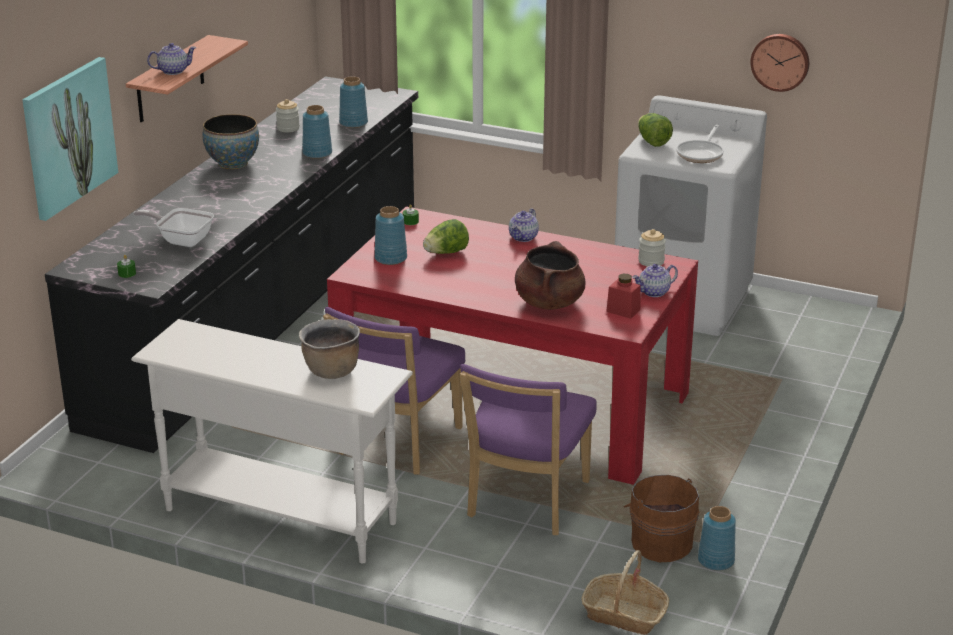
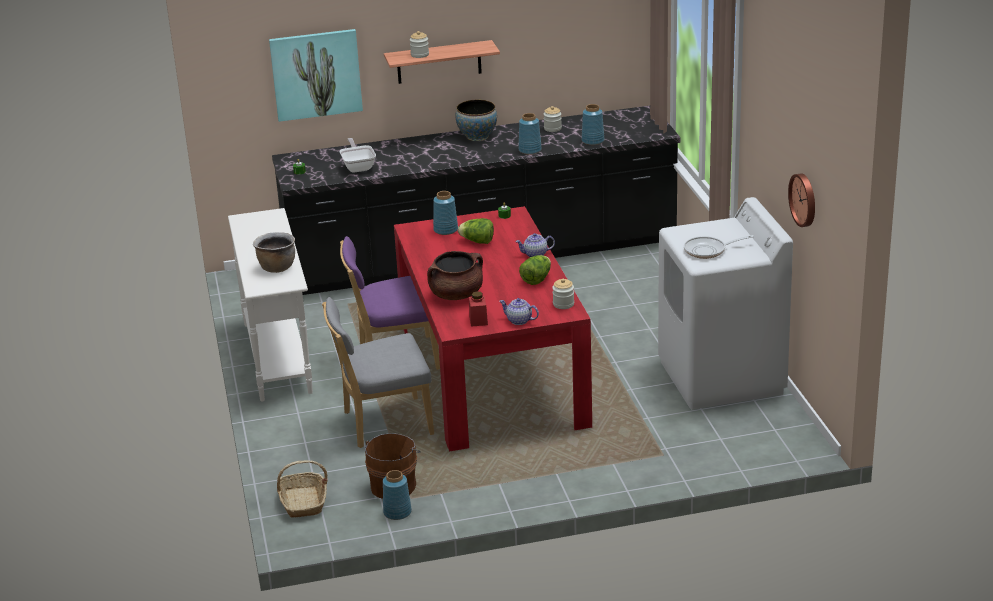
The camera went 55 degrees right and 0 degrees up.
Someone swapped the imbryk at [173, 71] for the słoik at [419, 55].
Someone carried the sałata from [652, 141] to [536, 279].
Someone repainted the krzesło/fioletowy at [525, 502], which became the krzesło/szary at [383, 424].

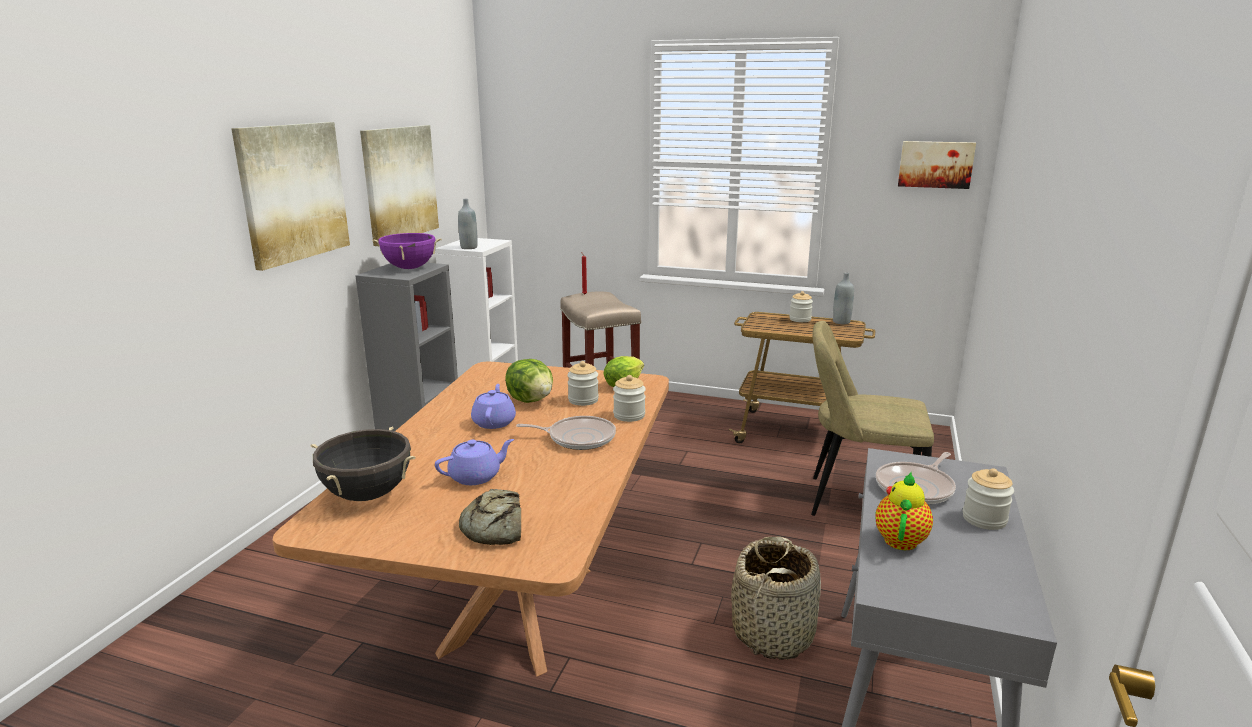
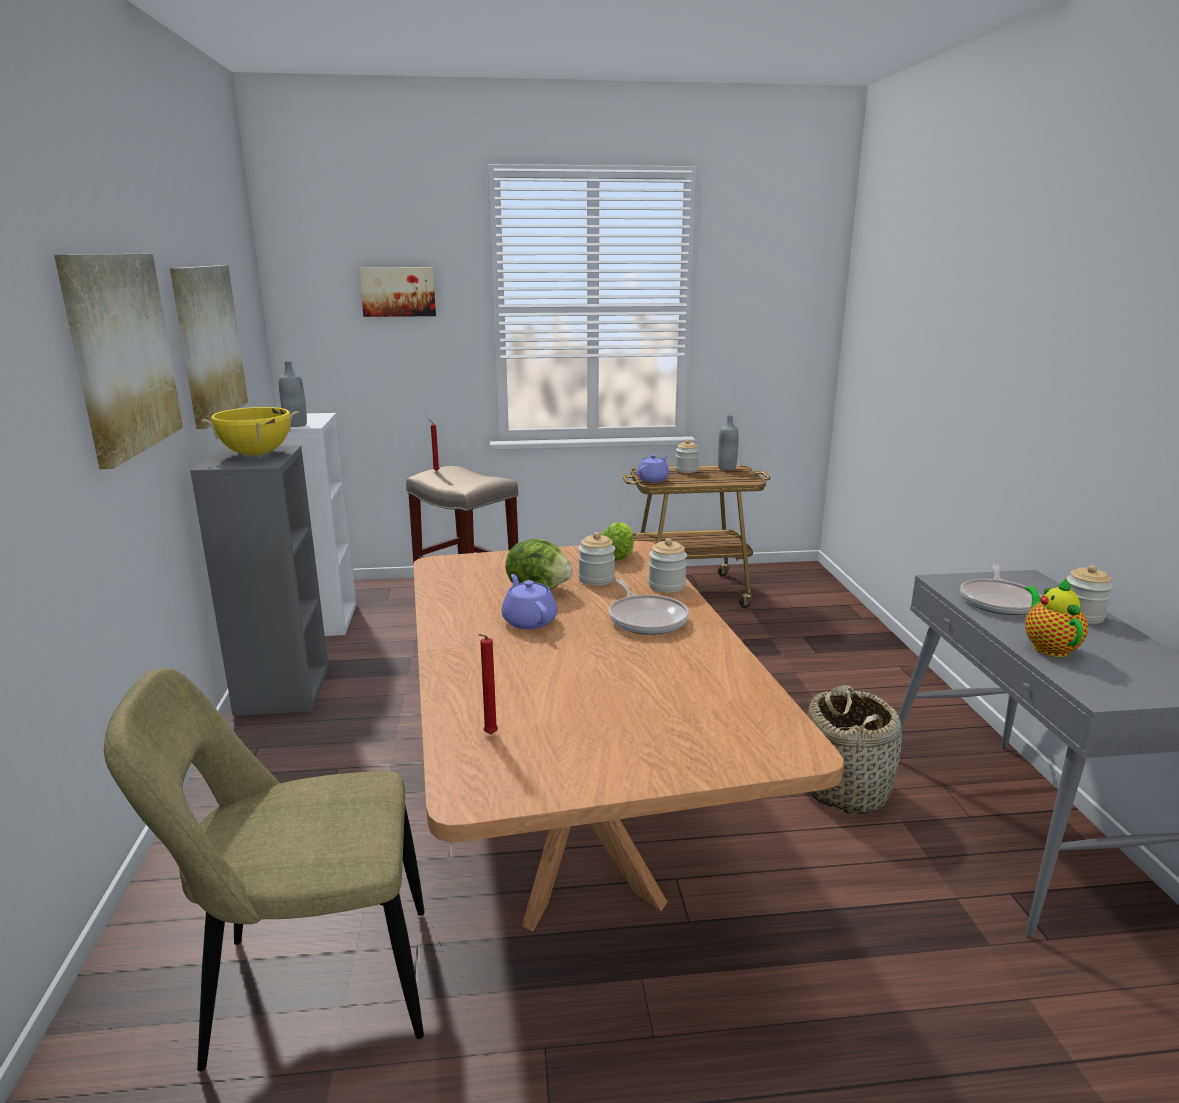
The camera went 25 degrees left and 0 degrees up.
Someone carried the obraz from [935, 164] to [398, 291].
Someone repainted the garnek/fioletowy at [410, 268], which became the garnek/żółty at [256, 454].
Someone carried the krzesło/beżowy from [858, 502] to [309, 987].
Someone rotated the patelnia at [578, 438] by 90 degrees clockwise.
Someone swapped the garnek/czarny at [367, 494] for the świeca/czerwony at [489, 735].
Someone carried the imbryk/fioletowy from [476, 476] to [653, 479].
Someone took away the chleb at [494, 527].

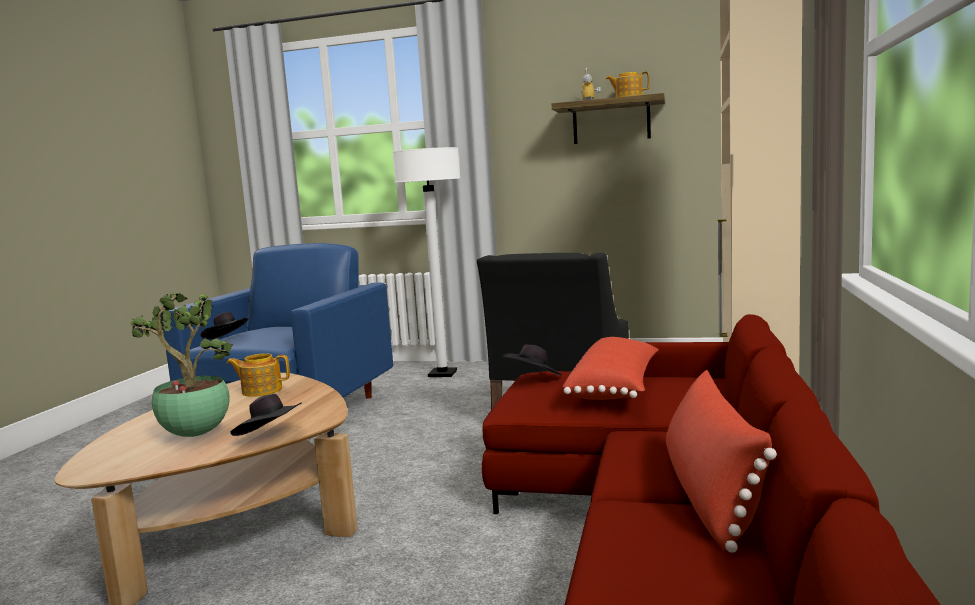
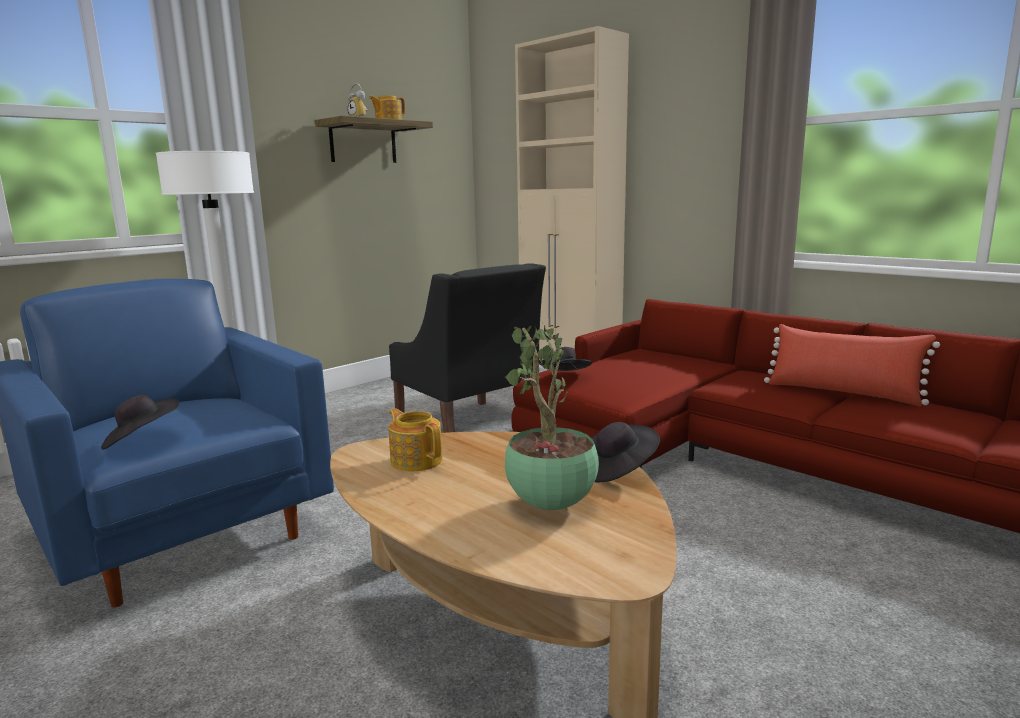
The camera went 60 degrees left and 5 degrees up.
Someone took away the poduszka/czerwony at [616, 388].
Someone rotated the imbryk at [261, 390] by 105 degrees clockwise.

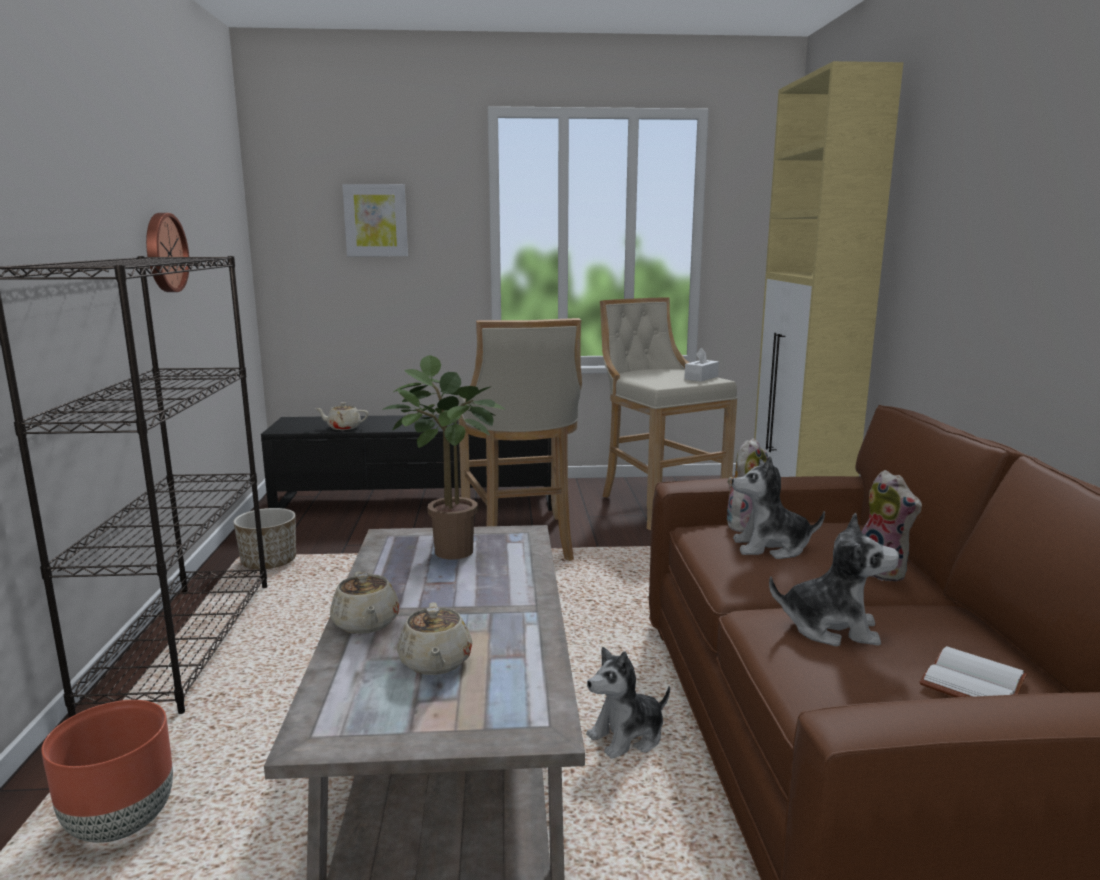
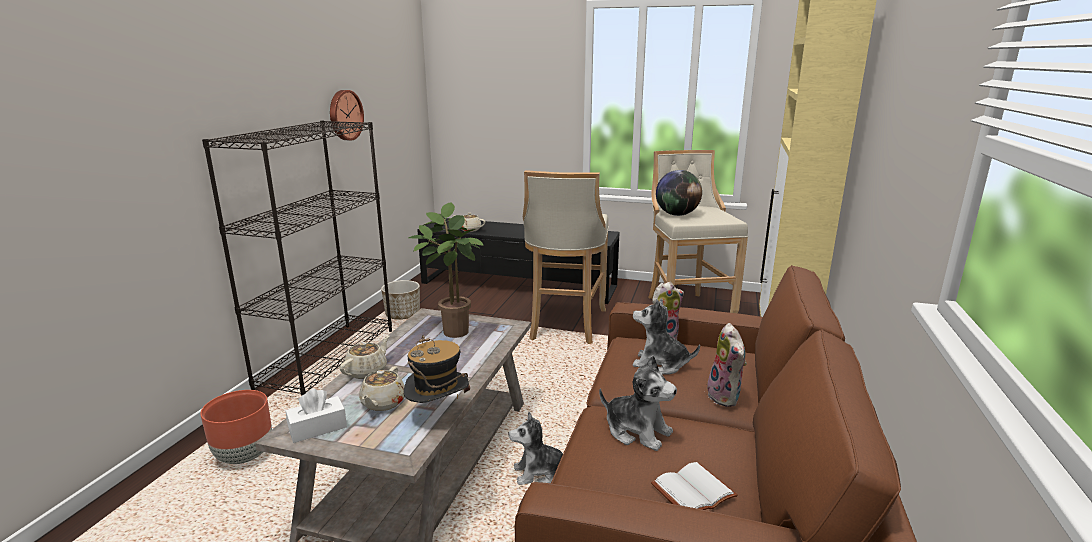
The camera went 20 degrees right and 5 degrees up.
Someone took away the obraz at [376, 220].
Someone carried the pudełko chusteczek/biały from [701, 378] to [318, 428].
Someone rotated the imbryk/beżowy at [366, 624] by 150 degrees counterclockwise.
Someone put down the globus at [677, 214].
Someone put down the kapelusz at [438, 414].

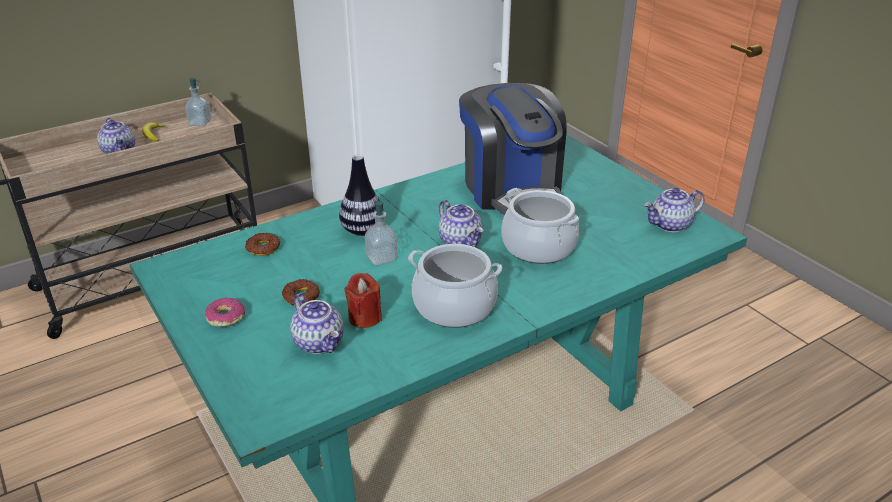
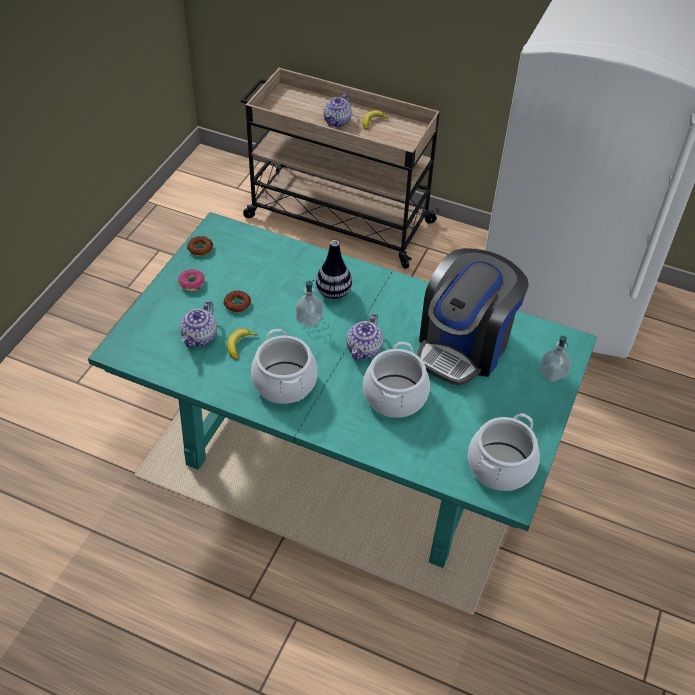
The camera went 55 degrees right and 15 degrees up.
Someone carried the dozownik mydła from [200, 123] to [552, 373].
Someone swapped the imbryk at [670, 225] for the garnek at [501, 466].
Someone carried the donut from [263, 248] to [200, 248].
Someone swapped the świeca/czerwony at [365, 318] for the banan at [239, 345].

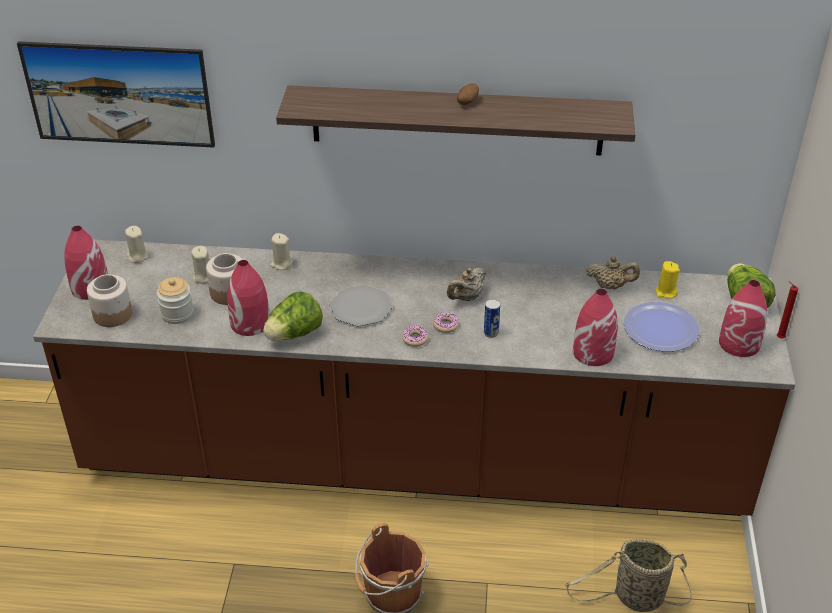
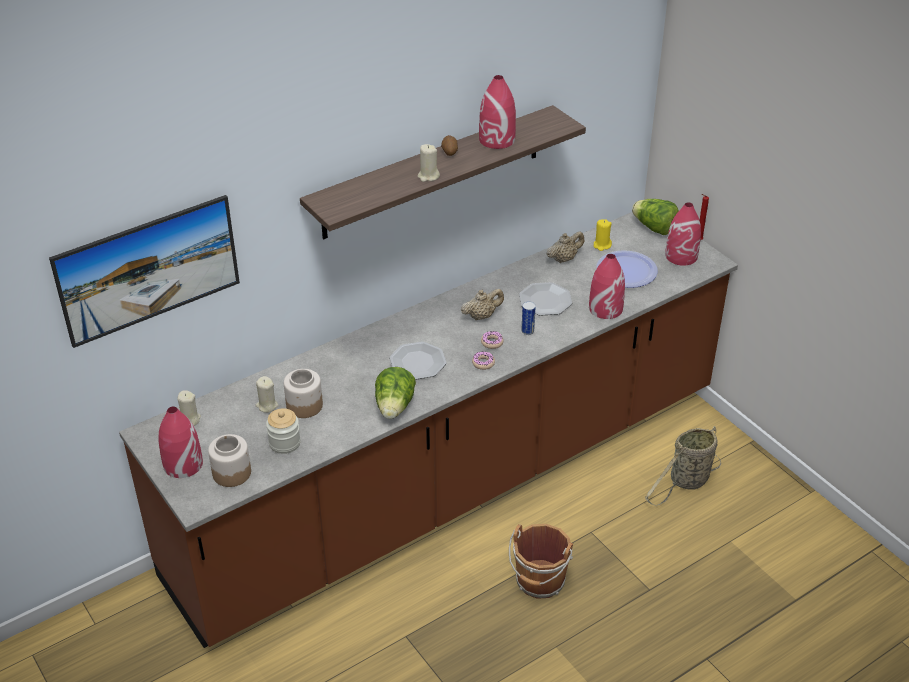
The camera went 40 degrees left and 0 degrees up.
Someone carried the świeca/beżowy from [281, 264] to [428, 176].
Someone carried the wazon/czerwony from [250, 323] to [497, 140].
Someone rotated the imbryk/beżowy at [466, 297] by 120 degrees counterclockwise.
Someone put down the talerz at [545, 300].

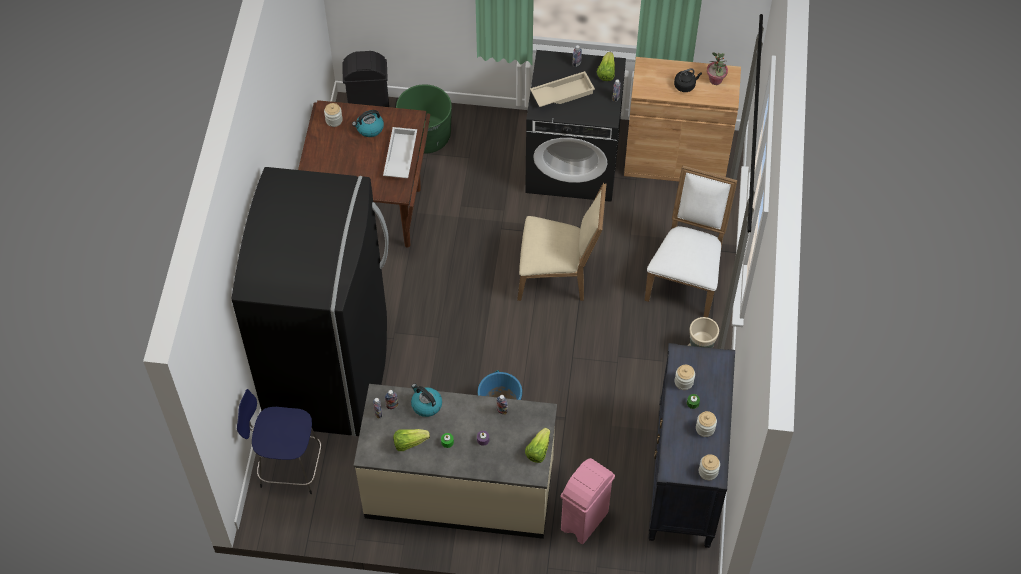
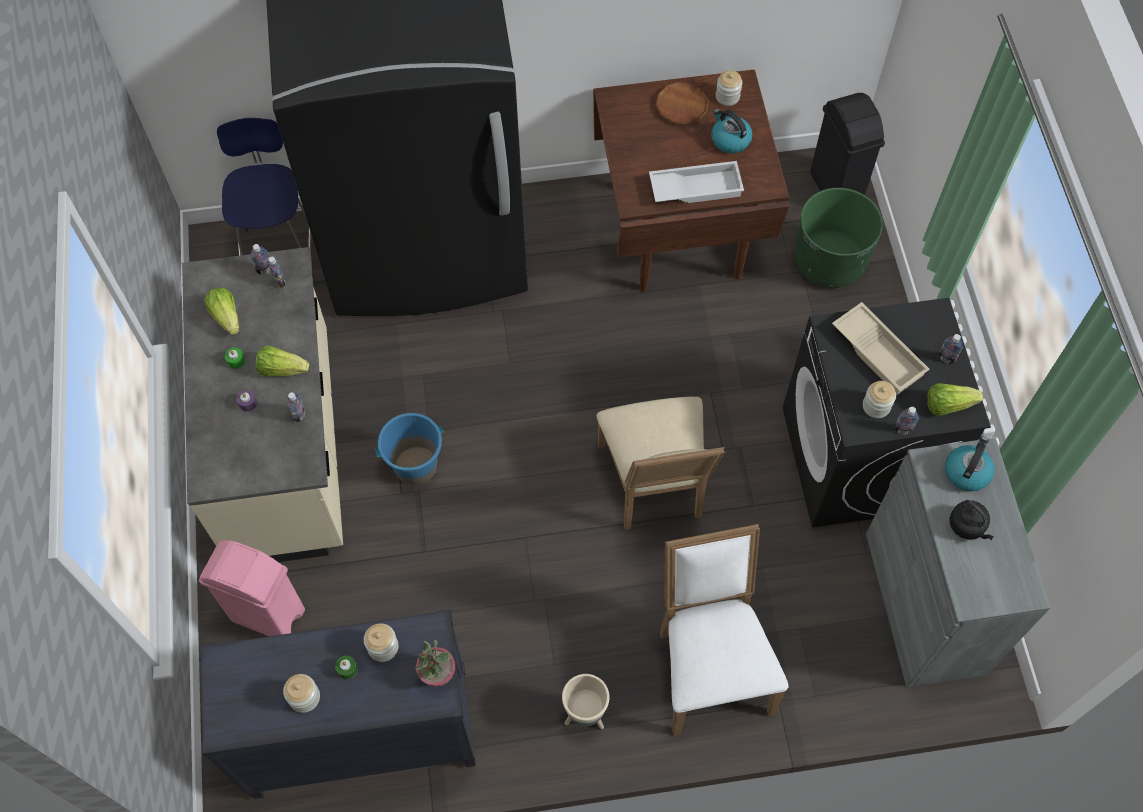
The camera went 75 degrees right and 5 degrees up.
Someone carried the roślina doniczkowa from [715, 80] to [437, 675].
Someone repainted the szafka/brązowy at [675, 161], which became the szafka/szary at [924, 602].
Someone rotated the krzesło/biały at [686, 279] by 105 degrees counterclockwise.
Someone carried the czajnik from [426, 405] to [966, 471].
Someone carried the sałata from [538, 450] to [282, 369].
Someone carried the słoik from [708, 471] to [876, 406].
Someone put down the talerz/brązowy at [681, 106].

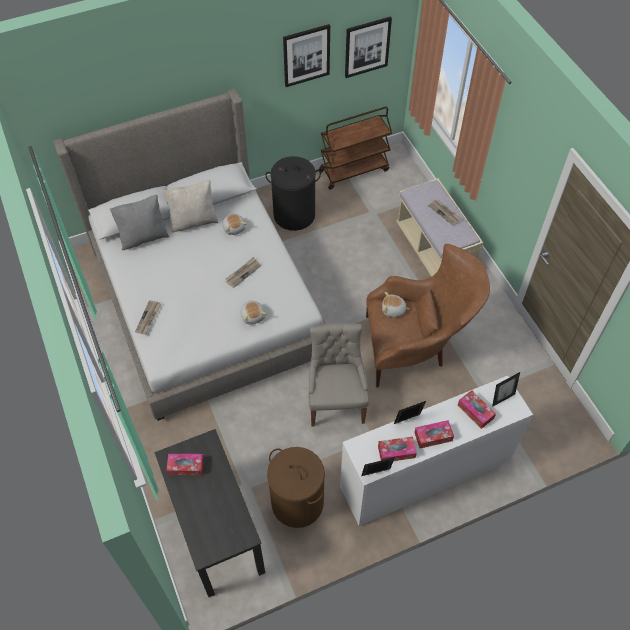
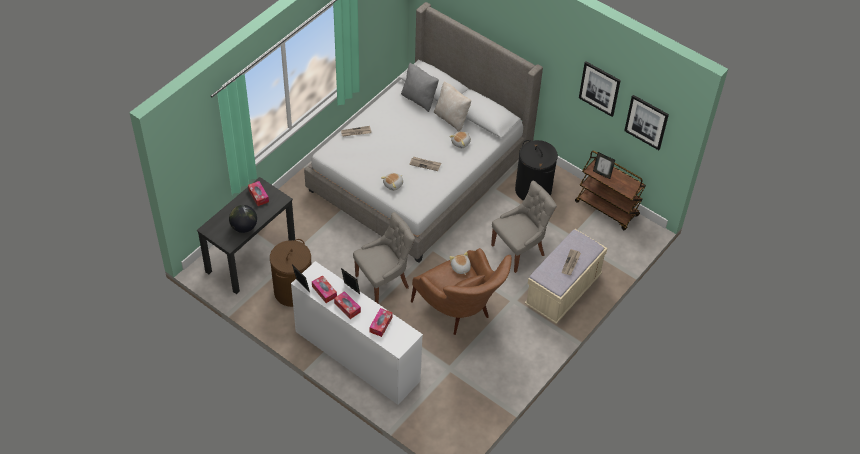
The camera went 60 degrees right and 5 degrees down.
Someone carried the ramka na zdjęcie from [502, 398] to [602, 174].
Someone put down the krzesło/szary at [519, 250].
Someone put down the globus at [244, 227].

